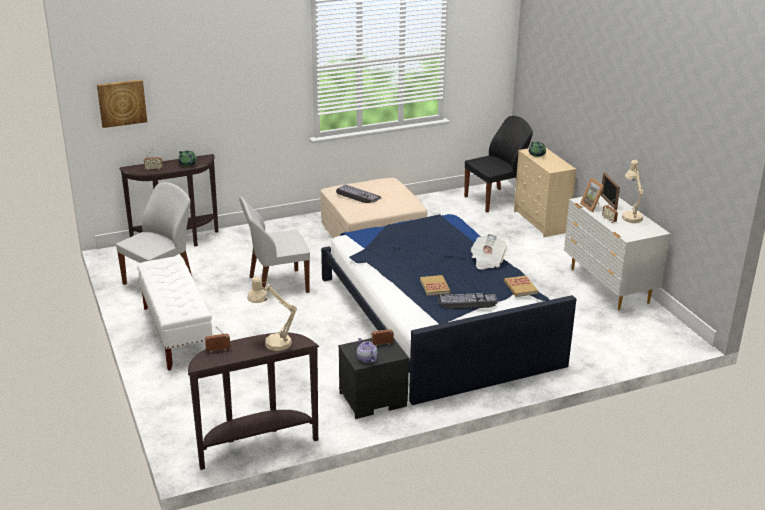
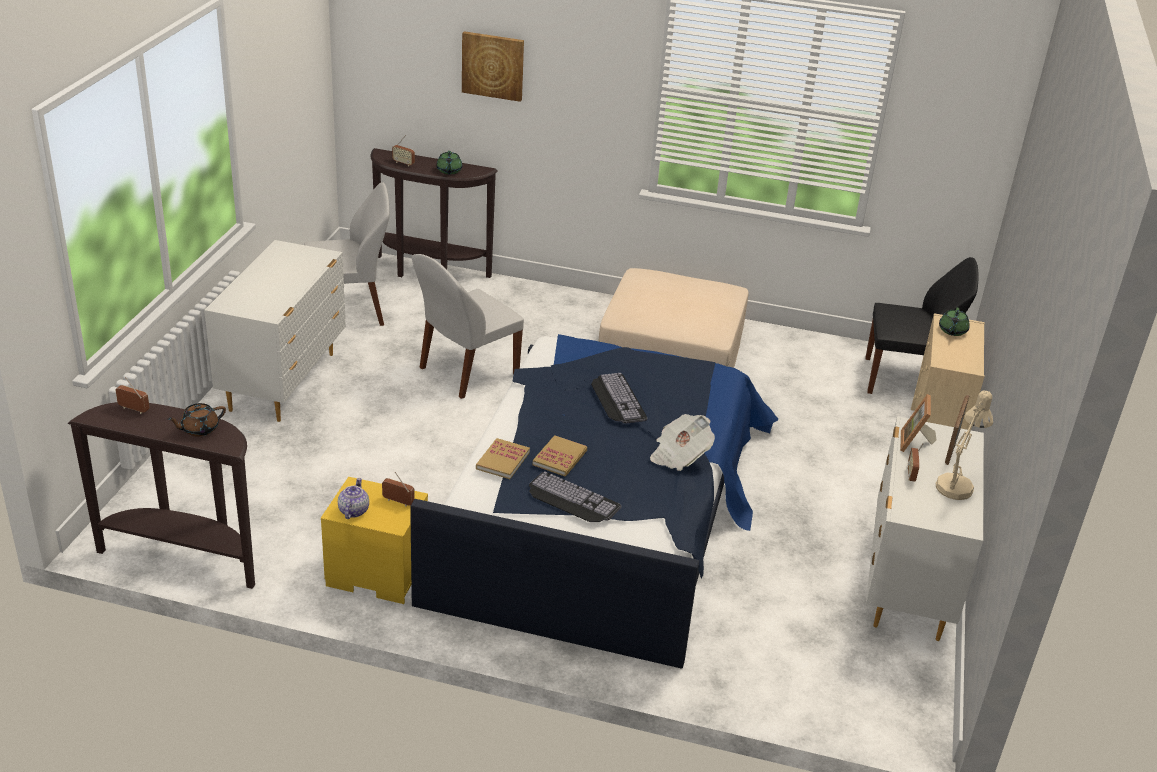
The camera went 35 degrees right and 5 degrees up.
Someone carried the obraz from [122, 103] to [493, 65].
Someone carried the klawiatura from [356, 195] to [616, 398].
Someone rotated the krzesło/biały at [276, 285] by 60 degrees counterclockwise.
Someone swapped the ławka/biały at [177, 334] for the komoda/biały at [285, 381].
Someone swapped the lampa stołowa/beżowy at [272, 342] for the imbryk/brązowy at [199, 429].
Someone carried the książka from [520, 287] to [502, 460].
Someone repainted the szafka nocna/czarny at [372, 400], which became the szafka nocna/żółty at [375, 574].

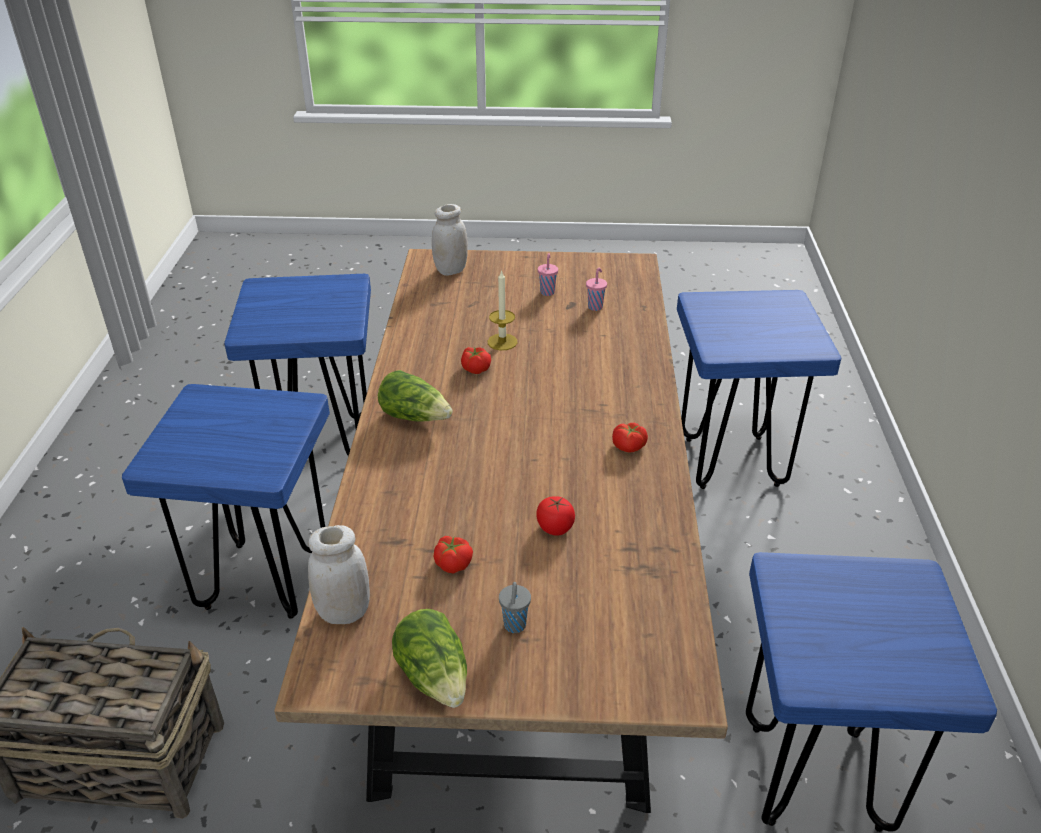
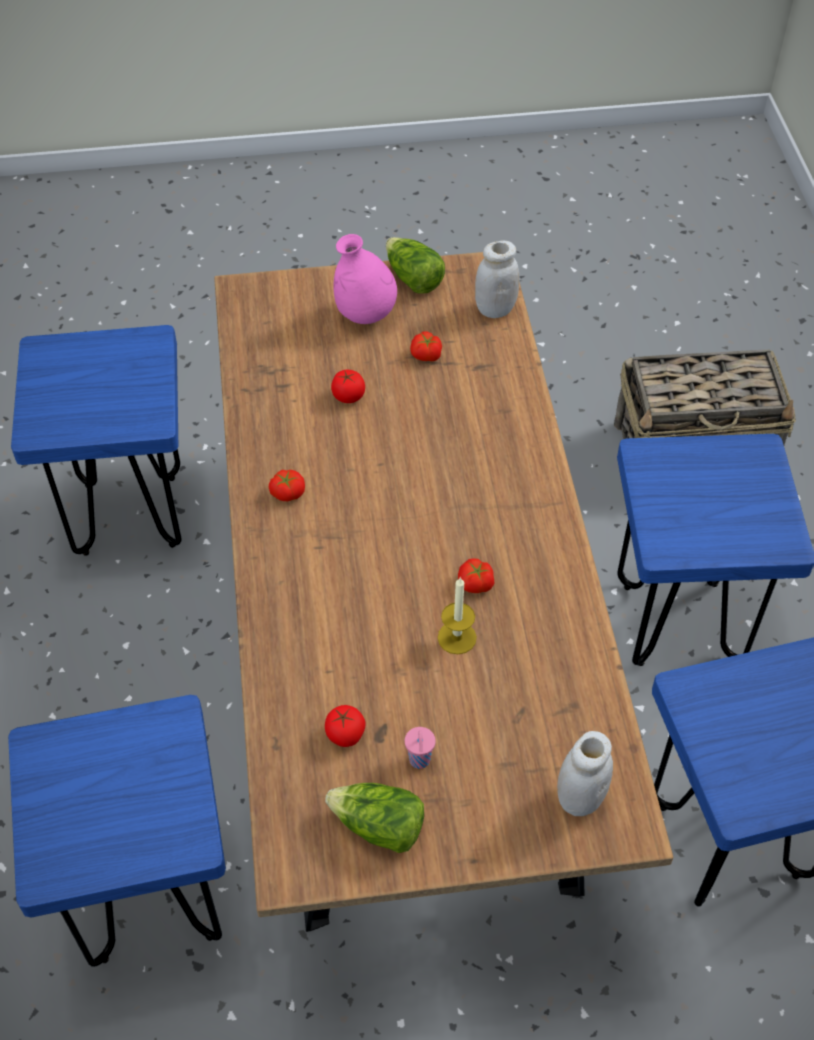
The camera went 170 degrees right and 15 degrees up.
Someone swapped the filiżanka/różowy at [595, 307] for the pomidor at [345, 734].
Someone carried the sałata from [415, 416] to [379, 827].
Someone swapped the filiżanka/szary at [514, 626] for the wazon/różowy at [365, 315].

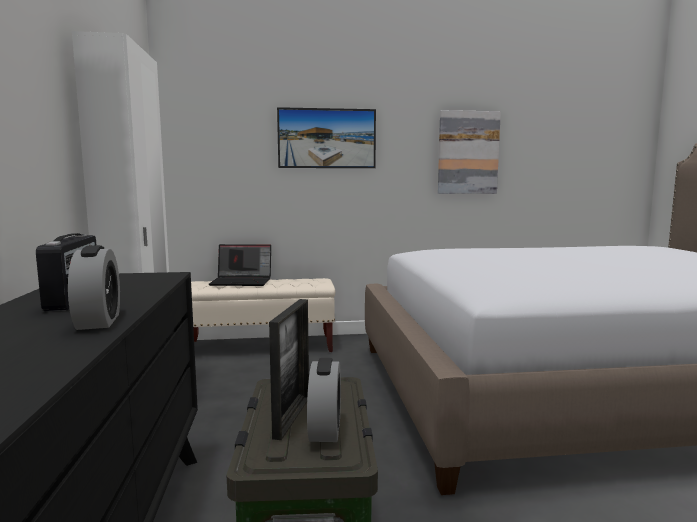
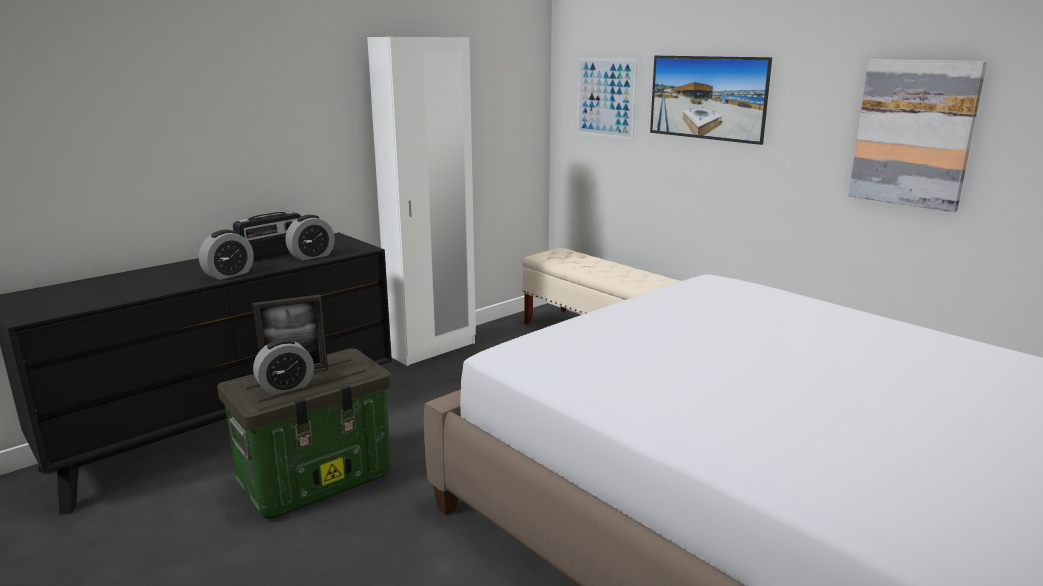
The camera went 55 degrees right and 10 degrees up.
Someone took away the laptop at [242, 281].
Someone put up the obraz at [605, 98].
Someone put down the budzik at [311, 256].

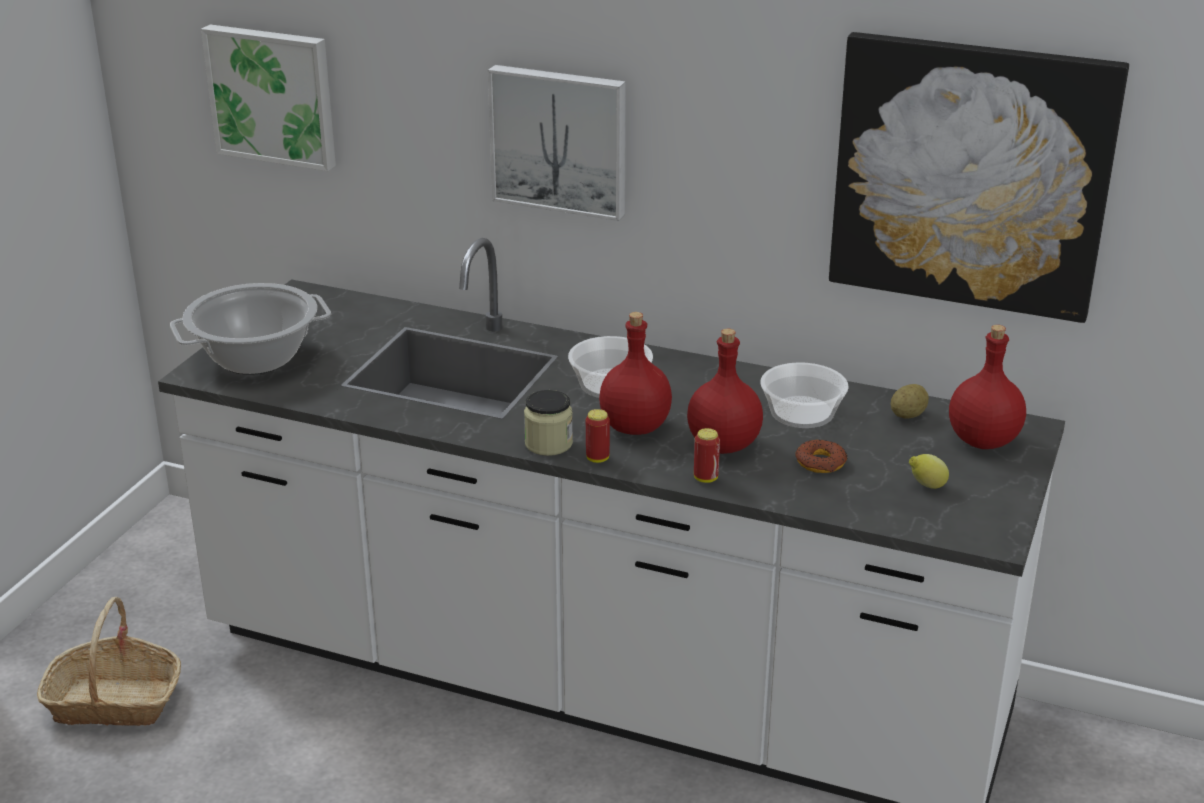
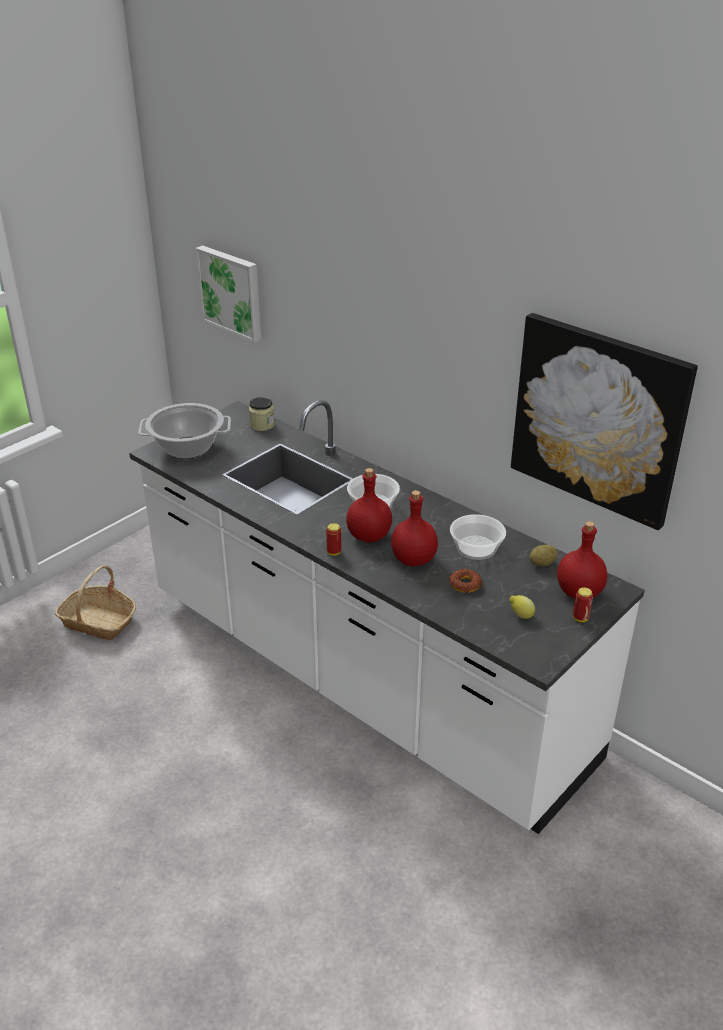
The camera went 20 degrees right and 5 degrees up.
Someone took away the obraz at [560, 140].
Someone carried the słoik from [548, 444] to [262, 425].
Someone carried the puszka from [705, 478] to [580, 618].

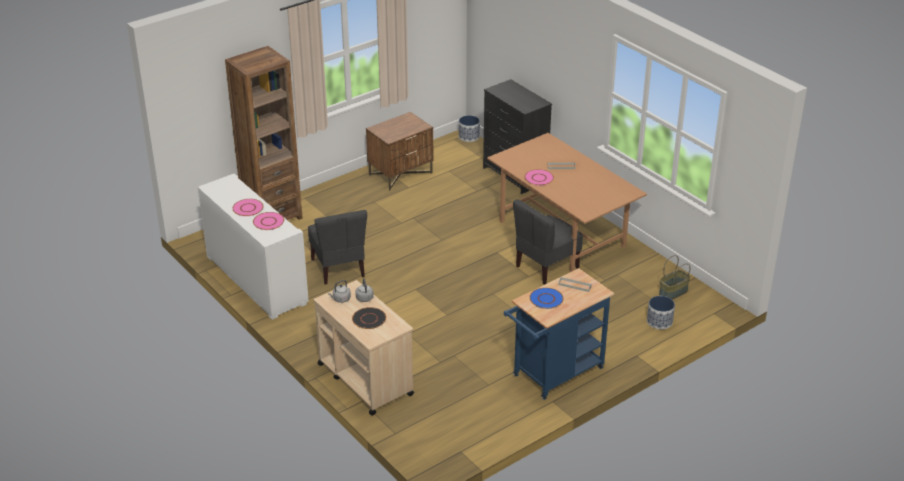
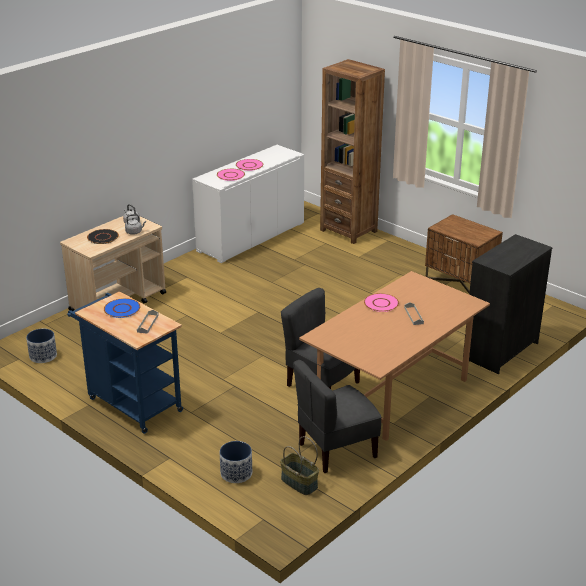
The camera went 80 degrees right and 5 degrees down.
Someone carried the donica from [469, 137] to [43, 356].
Someone carried the krzesło/szary from [339, 268] to [336, 450].

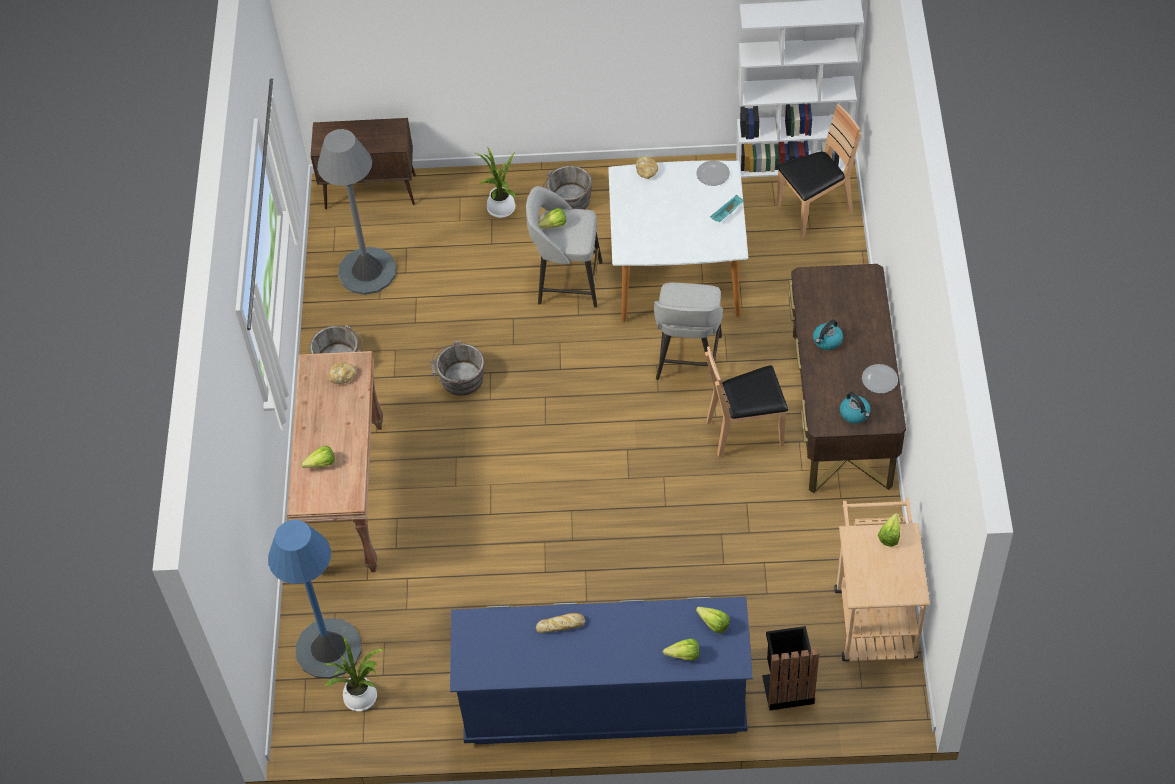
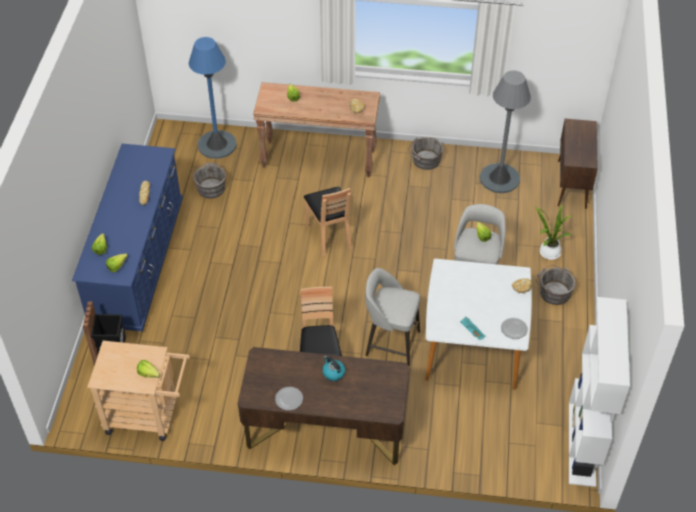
The camera went 95 degrees right and 5 degrees down.
Someone carried the krzesło/brązowy from [814, 210] to [329, 236].
Someone carried the wiadro/szary from [459, 379] to [211, 187].
Someone took away the czajnik at [855, 413].
Someone took away the roślina doniczkowa at [363, 698].

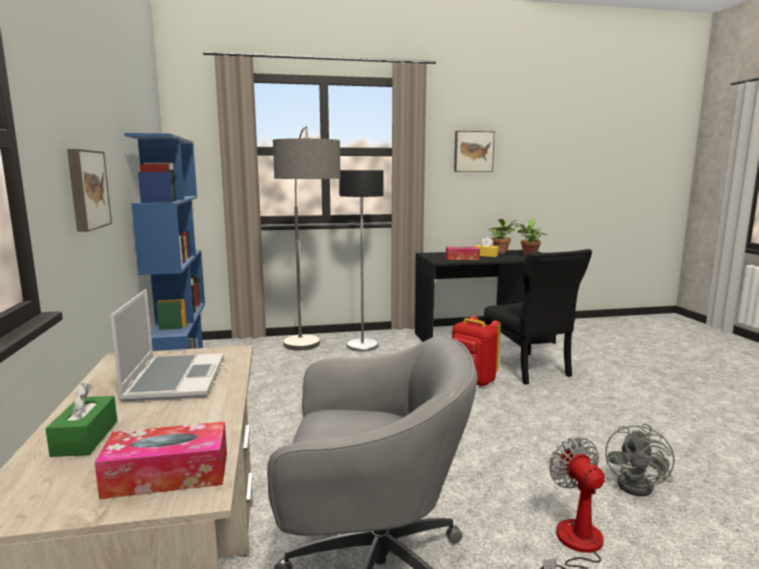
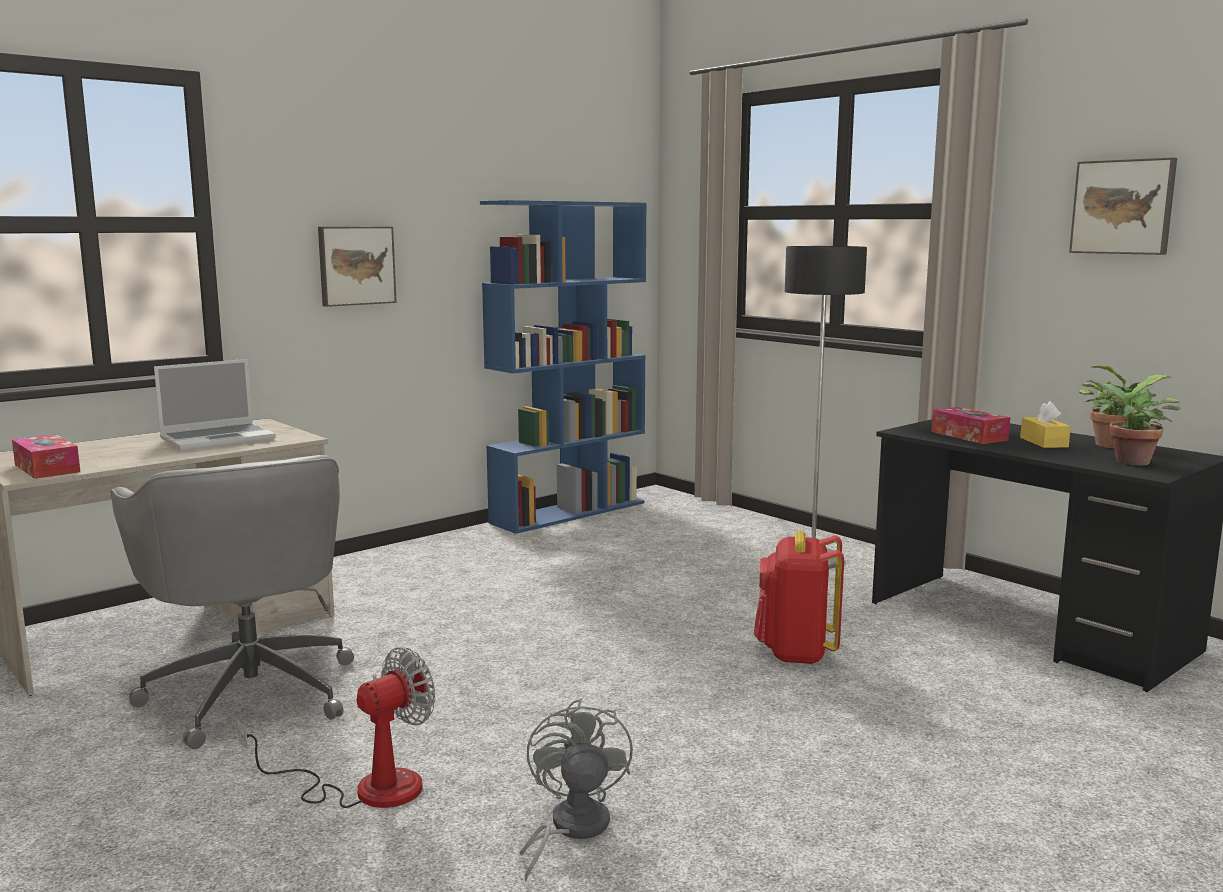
The camera went 60 degrees right and 0 degrees up.
Someone took away the lampa stojąca at [309, 359].
Someone took away the krzesło/czarny at [528, 369].
Someone took away the pudełko chusteczek/zielony at [85, 438].
Someone rotated the wentylator/szary at [641, 486] by 90 degrees clockwise.

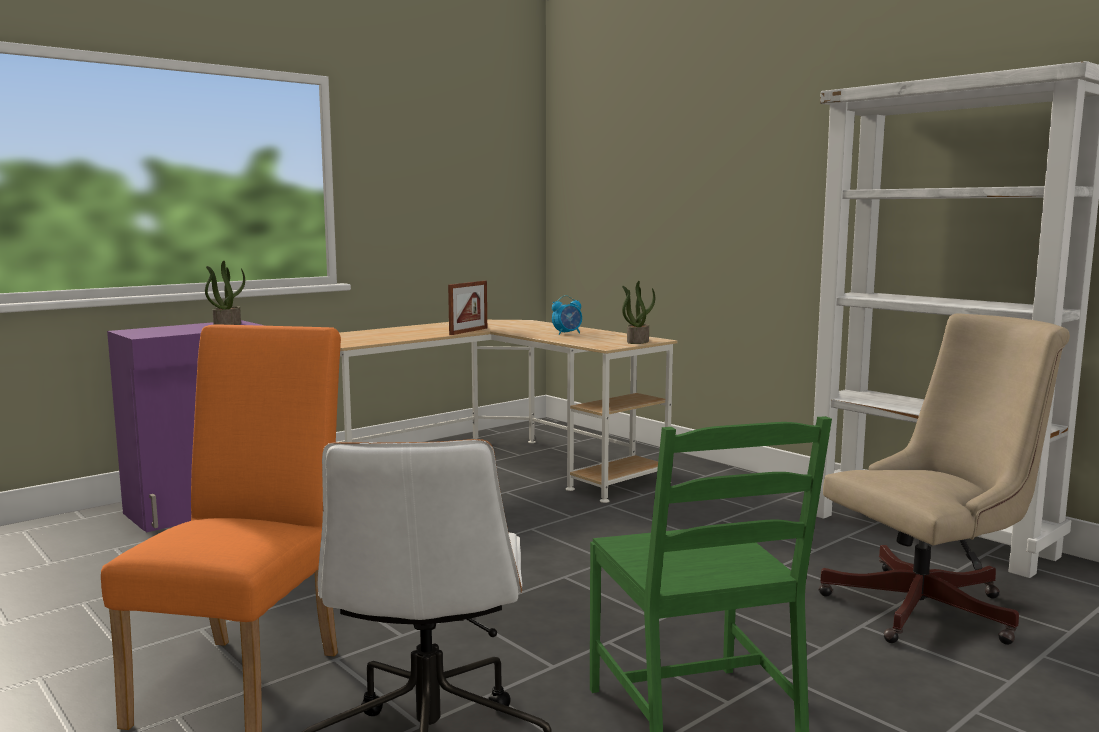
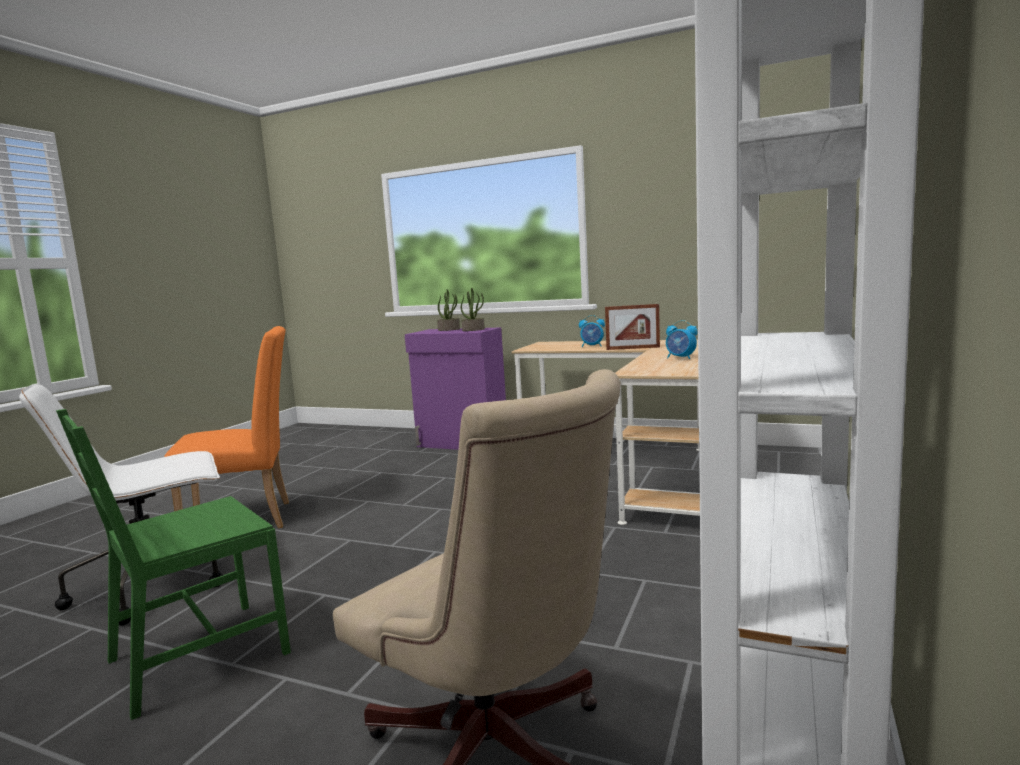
The camera went 65 degrees right and 0 degrees up.
Someone carried the roślina doniczkowa from [637, 341] to [449, 329].
Someone put down the budzik at [592, 346].

